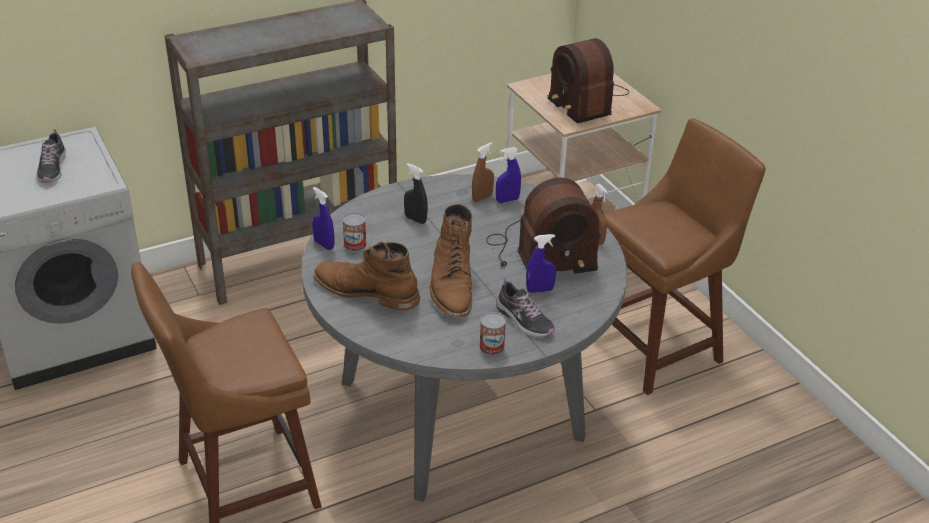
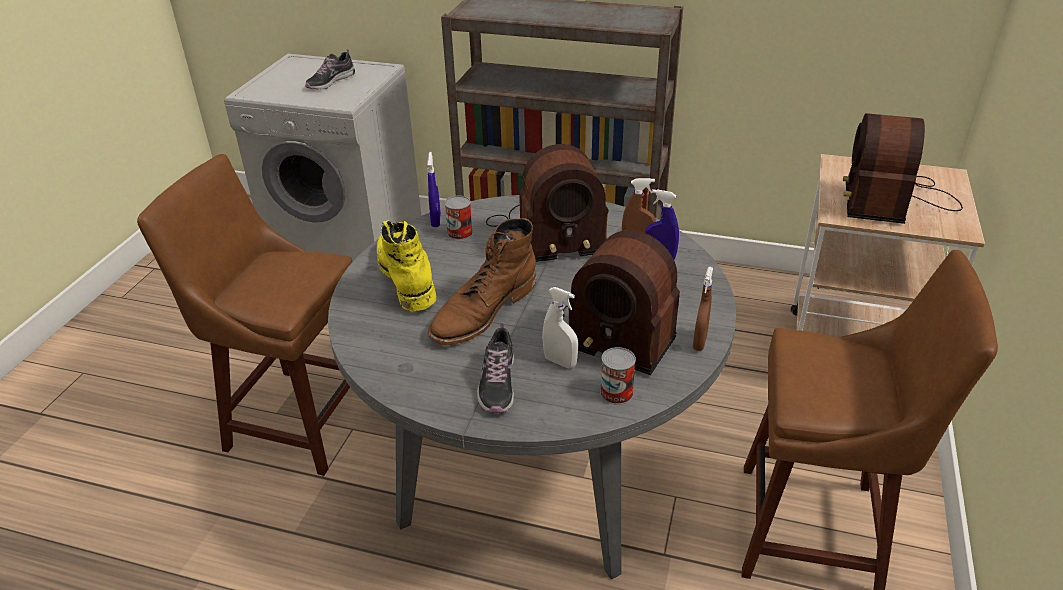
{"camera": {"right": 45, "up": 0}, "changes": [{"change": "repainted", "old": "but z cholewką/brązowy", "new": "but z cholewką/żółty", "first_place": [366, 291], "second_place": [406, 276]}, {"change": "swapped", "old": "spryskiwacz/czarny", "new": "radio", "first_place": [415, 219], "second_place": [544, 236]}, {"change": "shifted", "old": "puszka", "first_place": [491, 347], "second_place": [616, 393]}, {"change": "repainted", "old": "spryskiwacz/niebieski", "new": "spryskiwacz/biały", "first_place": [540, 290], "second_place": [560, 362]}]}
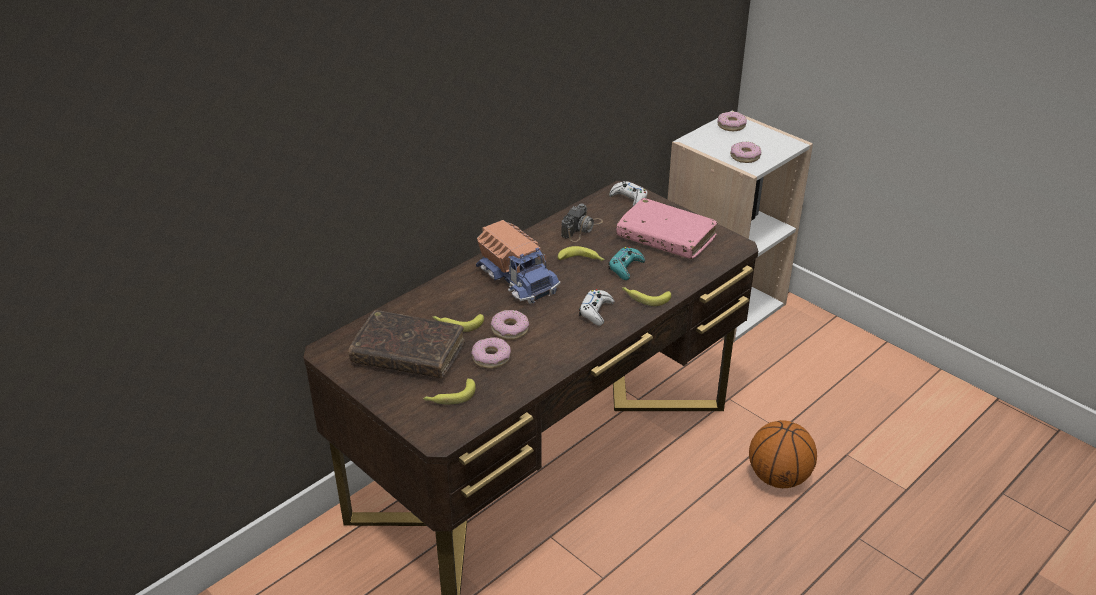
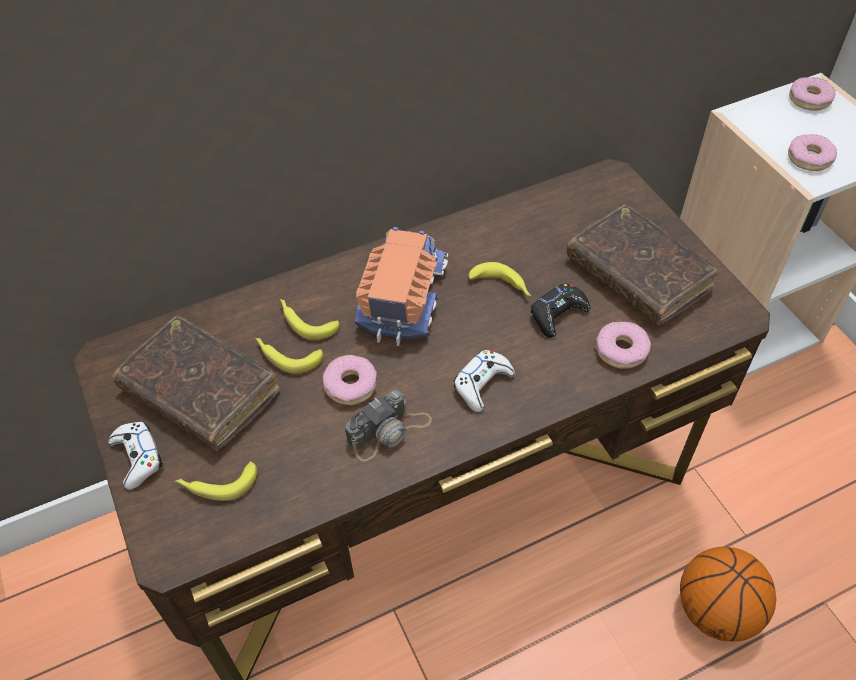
{"camera": {"right": 20, "up": 15}, "changes": [{"change": "shifted", "old": "donut", "first_place": [491, 358], "second_place": [621, 350]}, {"change": "rotated", "old": "ciężarówka zabawkowa", "first_place": [518, 278], "second_place": [402, 296], "degrees": -150}, {"change": "shifted", "old": "aparat fotograficzny", "first_place": [582, 228], "second_place": [389, 431]}, {"change": "repainted", "old": "pad do gier/turkusowy", "new": "pad do gier/czarny", "first_place": [625, 267], "second_place": [558, 314]}, {"change": "shifted", "old": "pad do gier/biały", "first_place": [629, 198], "second_place": [138, 458]}, {"change": "repainted", "old": "książka/różowy", "new": "książka/brązowy", "first_place": [666, 238], "second_place": [638, 274]}, {"change": "shifted", "old": "banan", "first_place": [645, 298], "second_place": [305, 321]}]}
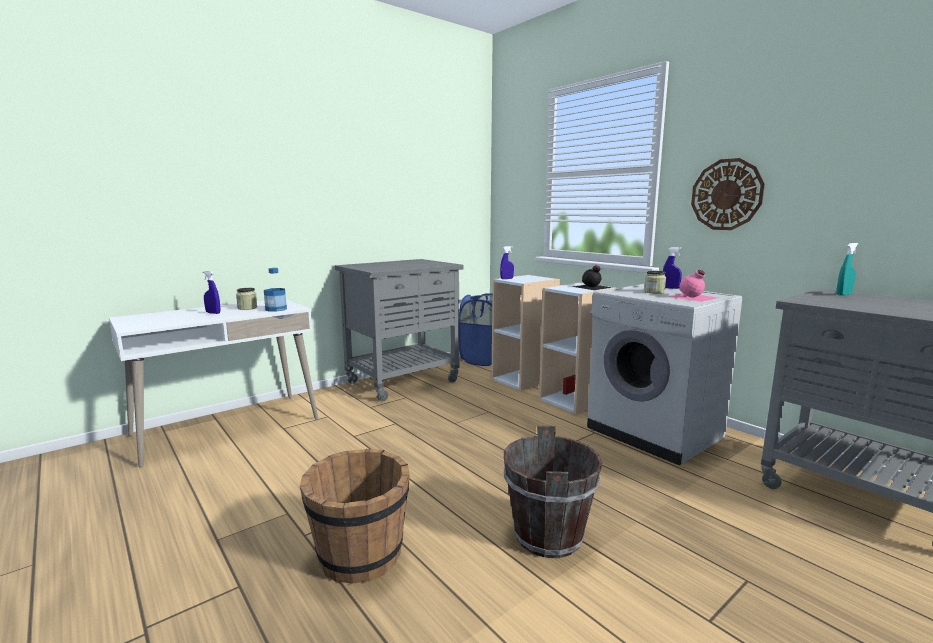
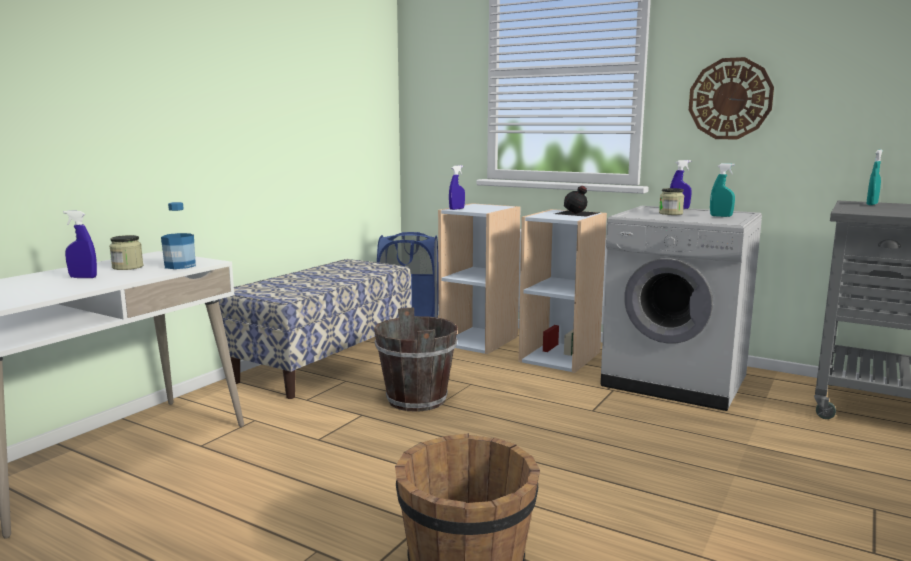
{"camera": {"right": -20, "up": 0}, "changes": [{"change": "swapped", "old": "wózek/szary", "new": "ławka", "first_place": [403, 382], "second_place": [324, 362]}, {"change": "shifted", "old": "wiadro/brązowy", "first_place": [549, 536], "second_place": [417, 400]}, {"change": "swapped", "old": "butelka/różowy", "new": "spryskiwacz/turkusowy", "first_place": [693, 297], "second_place": [721, 216]}]}
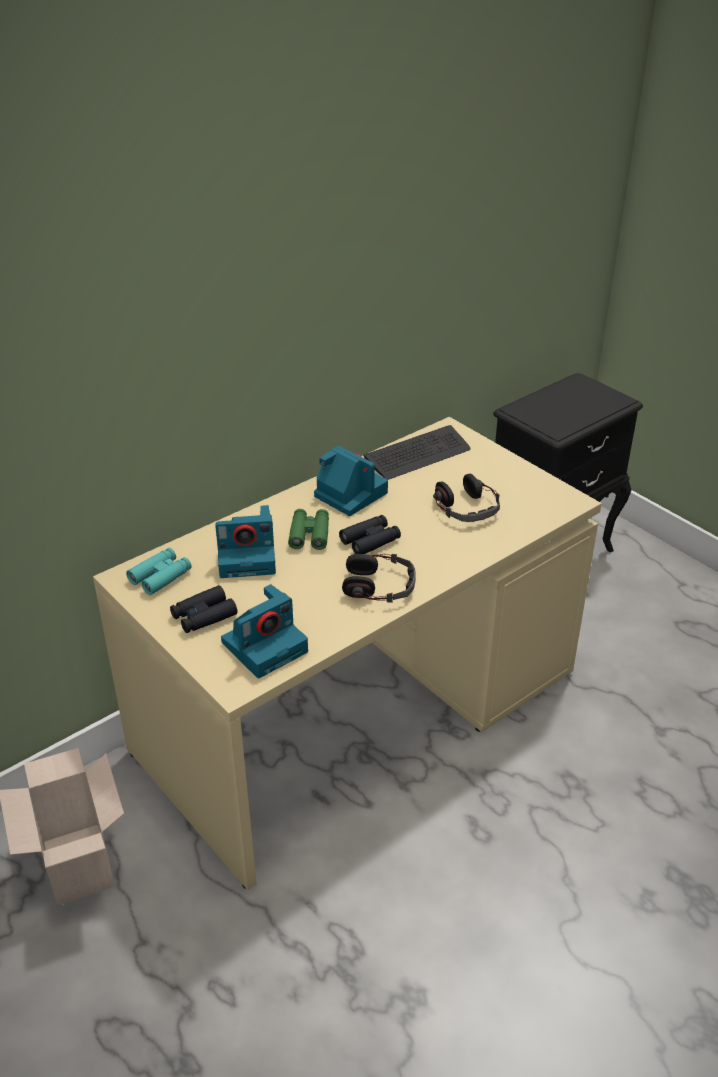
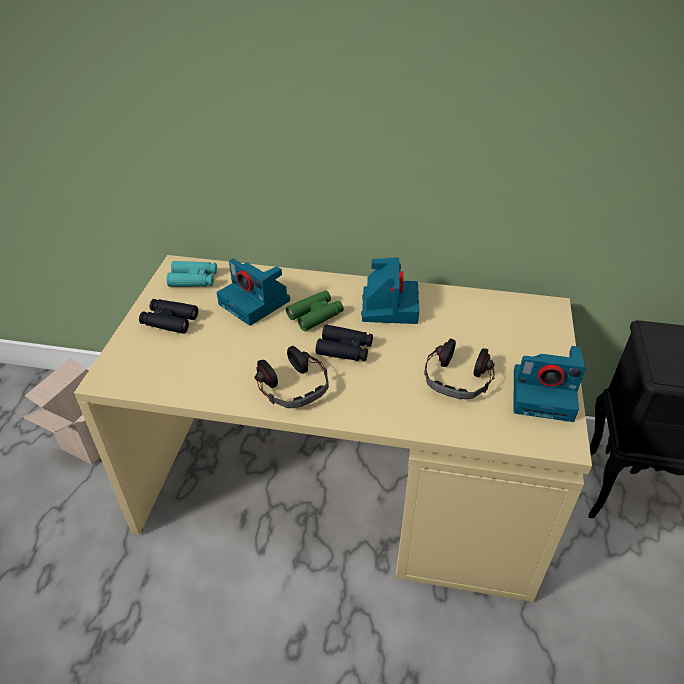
{"camera": {"right": 50, "up": 5}, "changes": [{"change": "shifted", "old": "aparat fotograficzny", "first_place": [265, 645], "second_place": [544, 394]}, {"change": "gone", "old": "klawiatura", "first_place": [417, 455]}]}
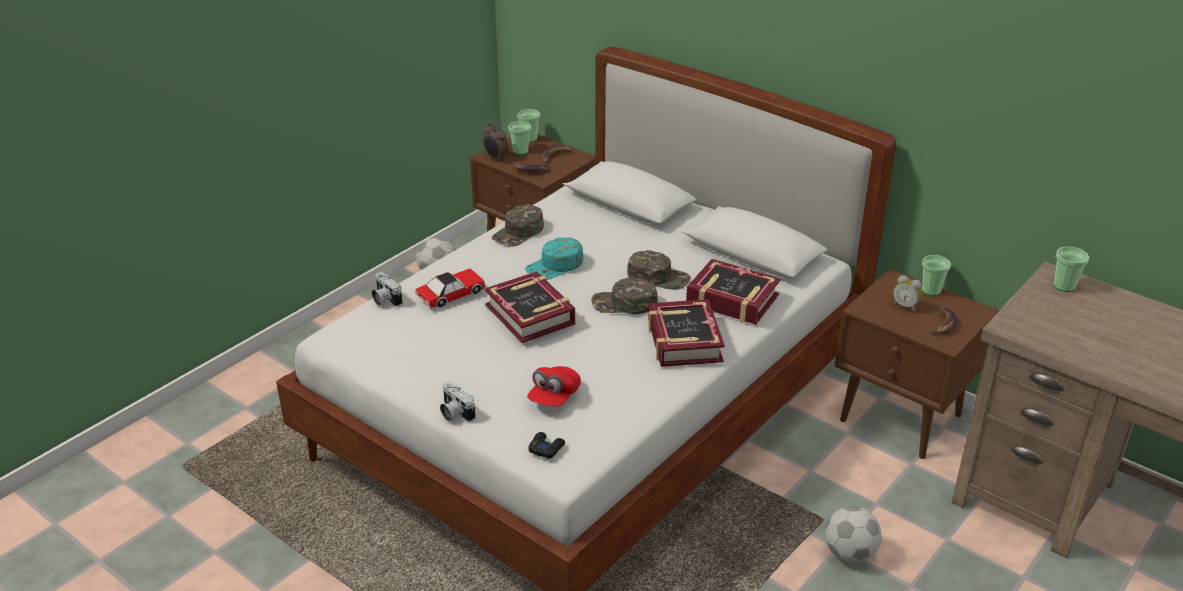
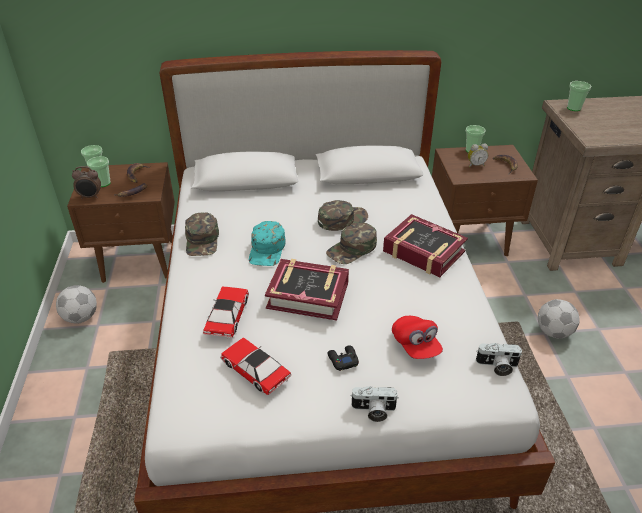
{"camera": {"right": -45, "up": 5}, "changes": [{"change": "shifted", "old": "aparat fotograficzny", "first_place": [385, 299], "second_place": [497, 366]}, {"change": "shifted", "old": "pad do gier/czarny", "first_place": [546, 448], "second_place": [342, 360]}, {"change": "gone", "old": "książka", "first_place": [732, 300]}, {"change": "new", "new": "samochodzik", "second_place": [255, 370]}]}
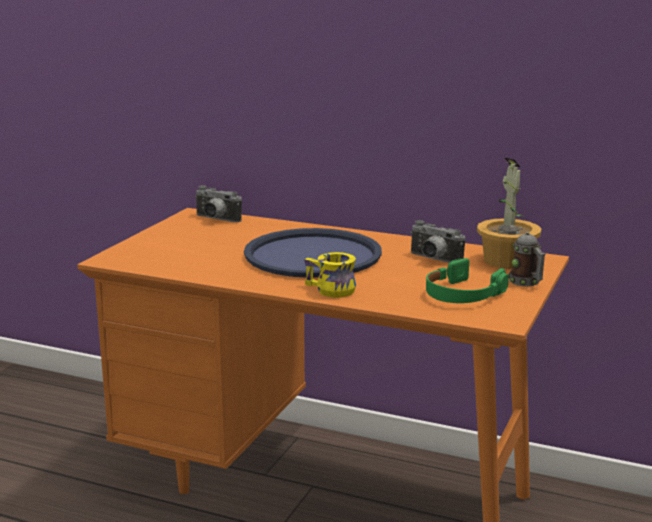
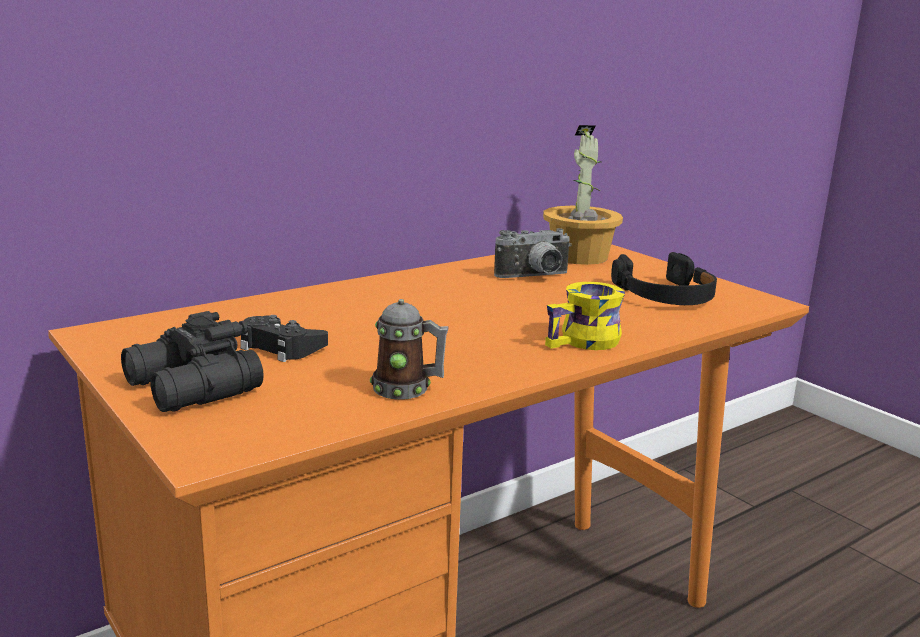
{"camera": {"right": -60, "up": 0}, "changes": [{"change": "gone", "old": "aparat fotograficzny", "first_place": [215, 219]}, {"change": "gone", "old": "taca/niebieski", "first_place": [313, 255]}, {"change": "repainted", "old": "słuchawki/zielony", "new": "słuchawki/czarny", "first_place": [462, 294], "second_place": [665, 295]}, {"change": "shifted", "old": "kubek", "first_place": [527, 283], "second_place": [408, 389]}, {"change": "new", "new": "lornetka/czarny", "second_place": [191, 389]}, {"change": "new", "new": "pad do gier/czarny", "second_place": [280, 347]}]}
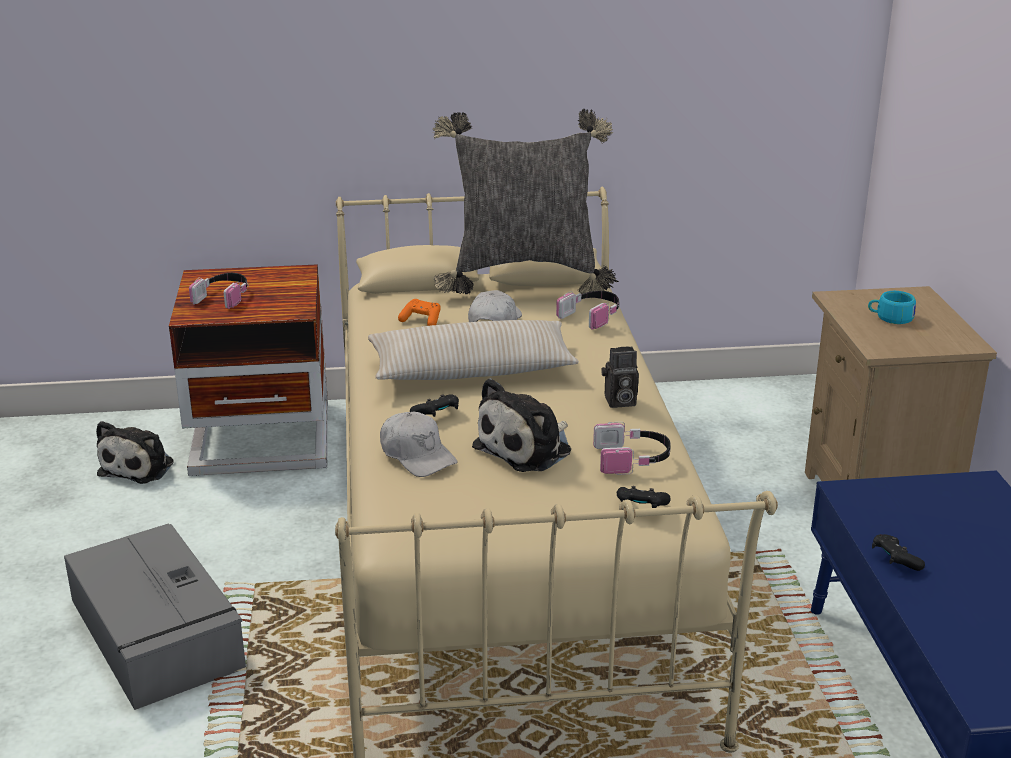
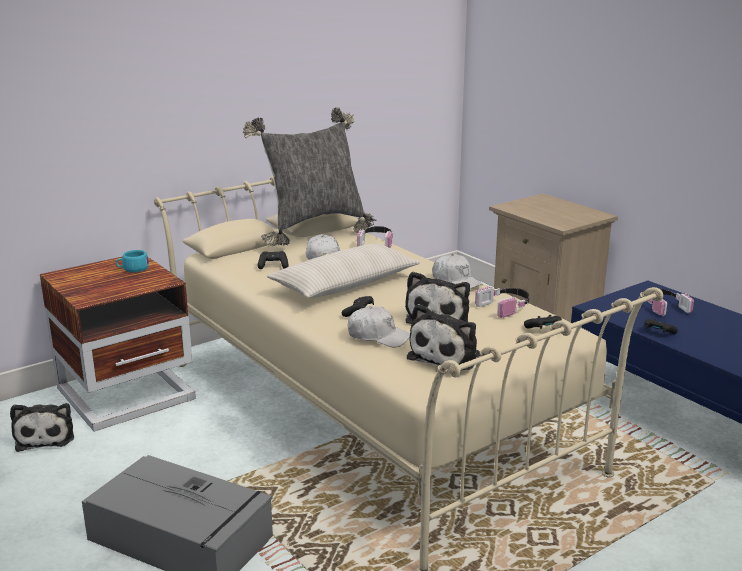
{"camera": {"right": -30, "up": -5}, "changes": [{"change": "shifted", "old": "słuchawki", "first_place": [223, 297], "second_place": [665, 307]}, {"change": "repainted", "old": "pad do gier/pomarańczowy", "new": "pad do gier/czarny", "first_place": [421, 321], "second_place": [273, 266]}, {"change": "swapped", "old": "aparat fotograficzny", "new": "czapka z daszkiem/biały", "first_place": [619, 402], "second_place": [456, 281]}, {"change": "shifted", "old": "filiżanka/turkusowy", "first_place": [890, 318], "second_place": [132, 269]}, {"change": "new", "new": "pluszak", "second_place": [447, 356]}]}
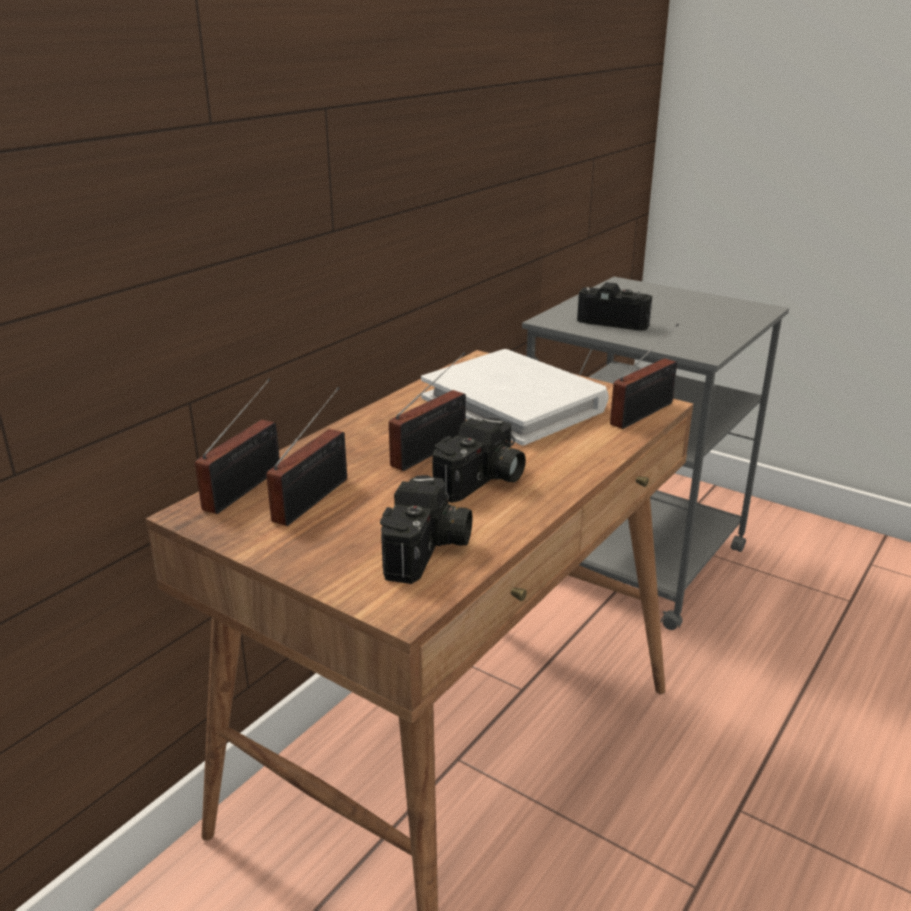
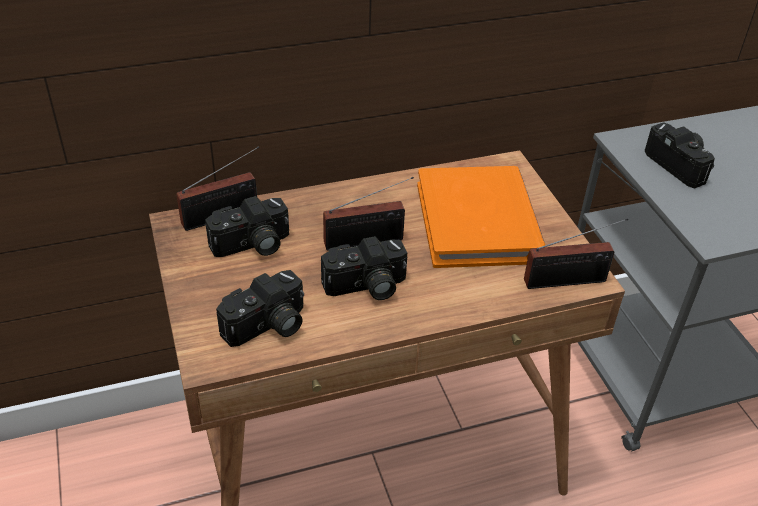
{"camera": {"right": 35, "up": 15}, "changes": [{"change": "swapped", "old": "radio", "new": "aparat fotograficzny", "first_place": [315, 497], "second_place": [252, 246]}, {"change": "repainted", "old": "książka/biały", "new": "książka/pomarańczowy", "first_place": [514, 403], "second_place": [478, 222]}]}
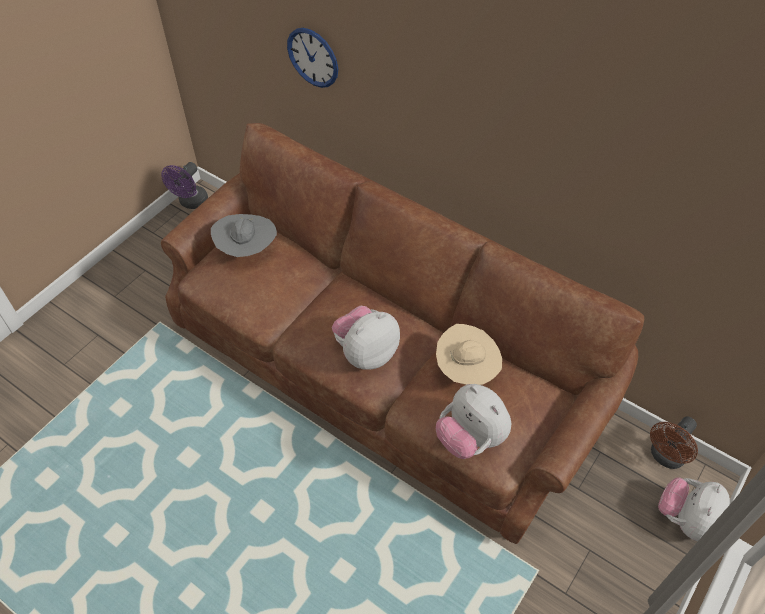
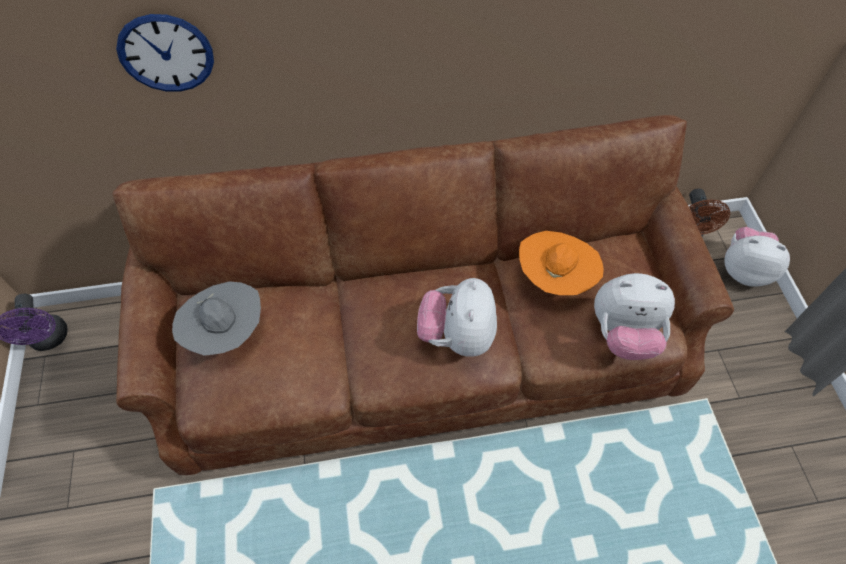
{"camera": {"right": -45, "up": 5}, "changes": [{"change": "repainted", "old": "kapelusz/beżowy", "new": "kapelusz/pomarańczowy", "first_place": [466, 370], "second_place": [555, 279]}, {"change": "rotated", "old": "pluszak", "first_place": [686, 519], "second_place": [744, 270], "degrees": 120}]}
